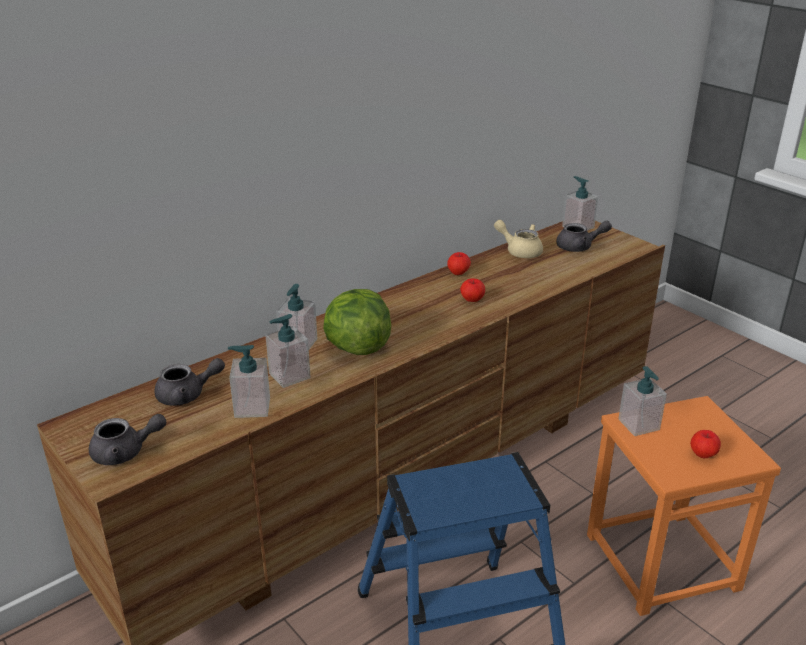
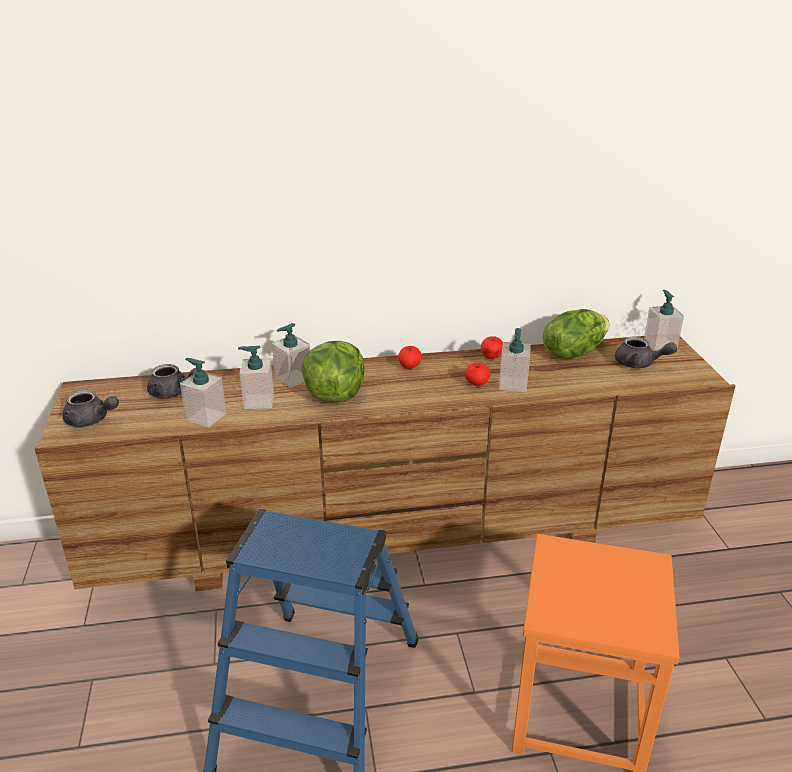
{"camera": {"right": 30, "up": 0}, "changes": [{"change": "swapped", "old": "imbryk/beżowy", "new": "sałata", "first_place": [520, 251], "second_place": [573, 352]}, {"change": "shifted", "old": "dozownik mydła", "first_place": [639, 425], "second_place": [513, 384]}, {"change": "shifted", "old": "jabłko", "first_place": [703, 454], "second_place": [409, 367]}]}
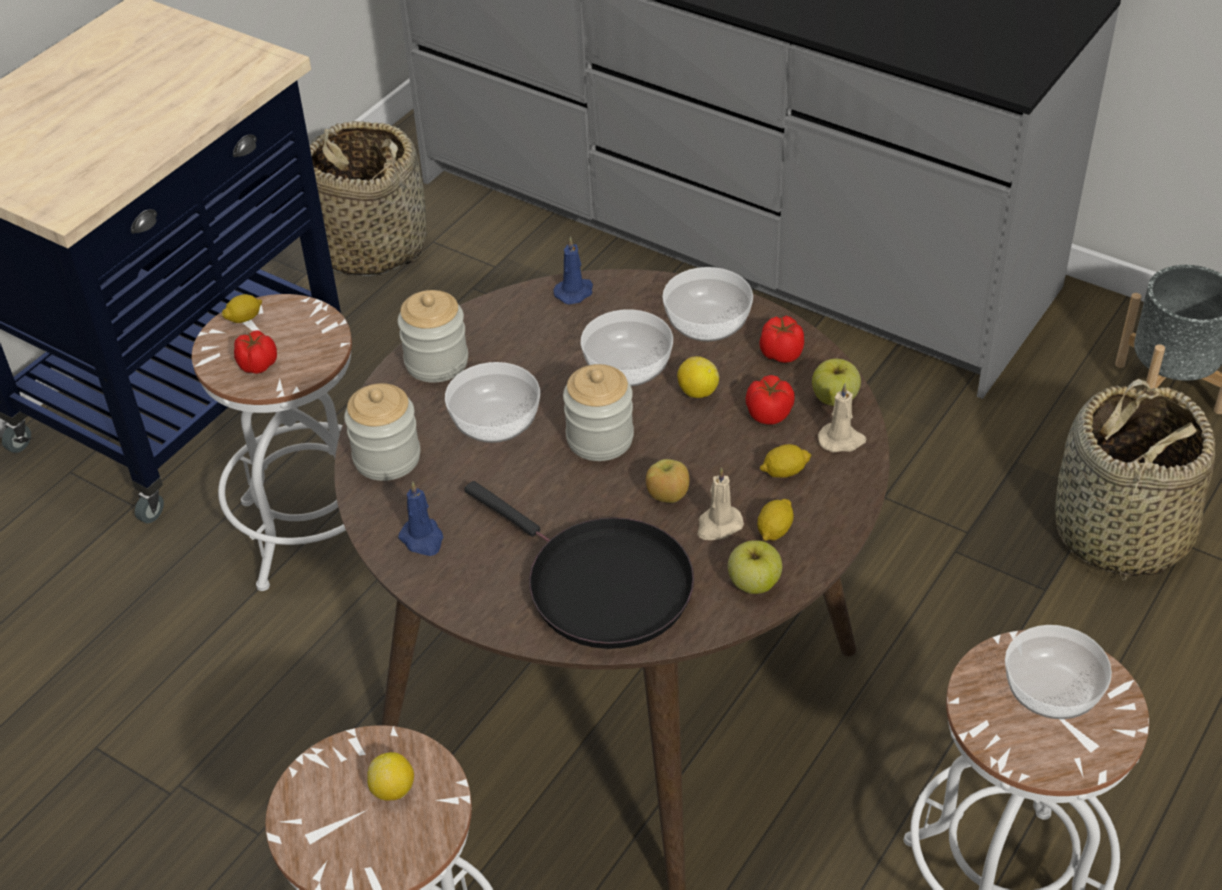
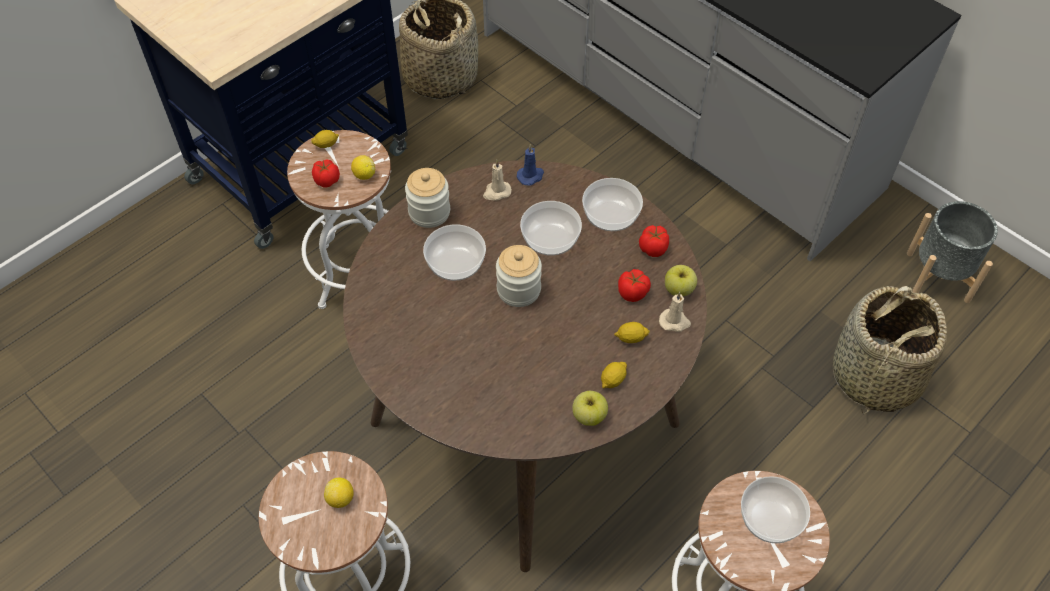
{"camera": {"right": 10, "up": 10}, "changes": [{"change": "gone", "old": "słoik", "first_place": [387, 458]}, {"change": "gone", "old": "świeca/niebieski", "first_place": [423, 539]}, {"change": "gone", "old": "patelnia/czarny", "first_place": [600, 585]}, {"change": "gone", "old": "jabłko", "first_place": [667, 497]}, {"change": "shifted", "old": "cytryna", "first_place": [697, 392], "second_place": [364, 175]}, {"change": "shifted", "old": "świeca/beżowy", "first_place": [718, 525], "second_place": [496, 192]}]}
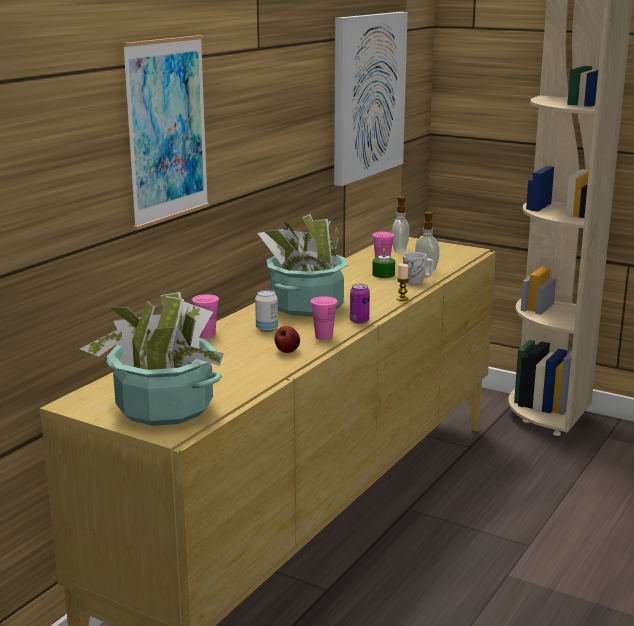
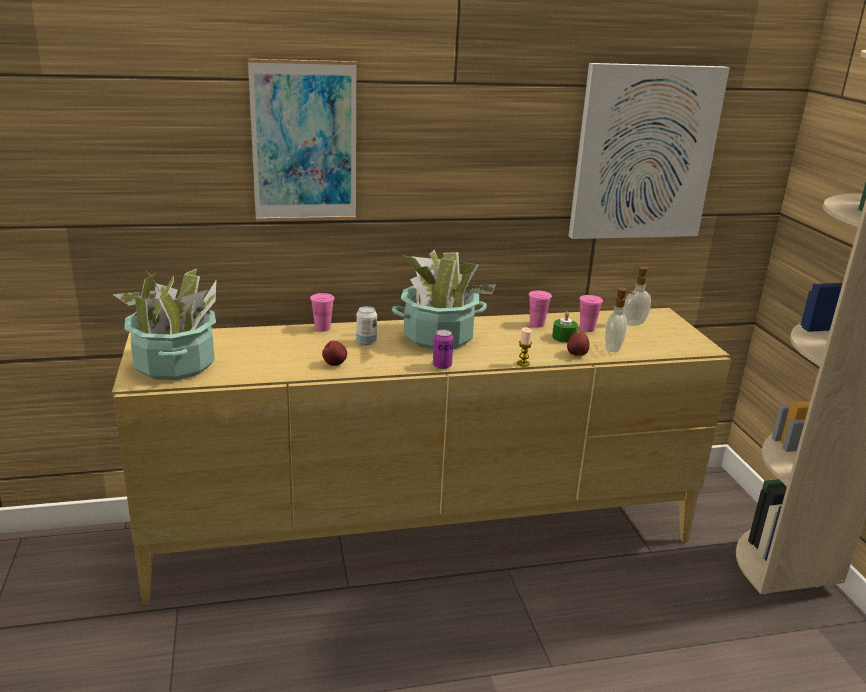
{"camera": {"right": 45, "up": 5}, "changes": [{"change": "shifted", "old": "filiżanka/różowy", "first_place": [323, 336], "second_place": [537, 324]}, {"change": "swapped", "old": "kubek/biały", "new": "jabłko", "first_place": [417, 281], "second_place": [577, 355]}]}
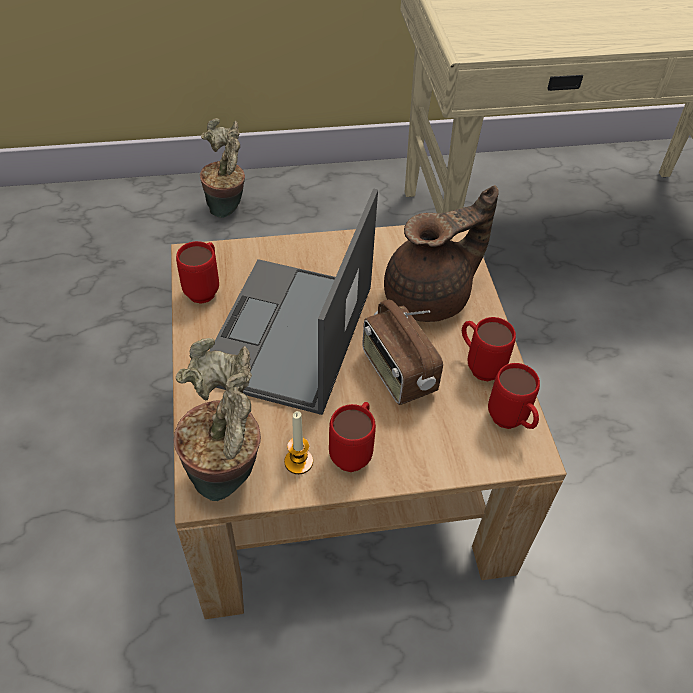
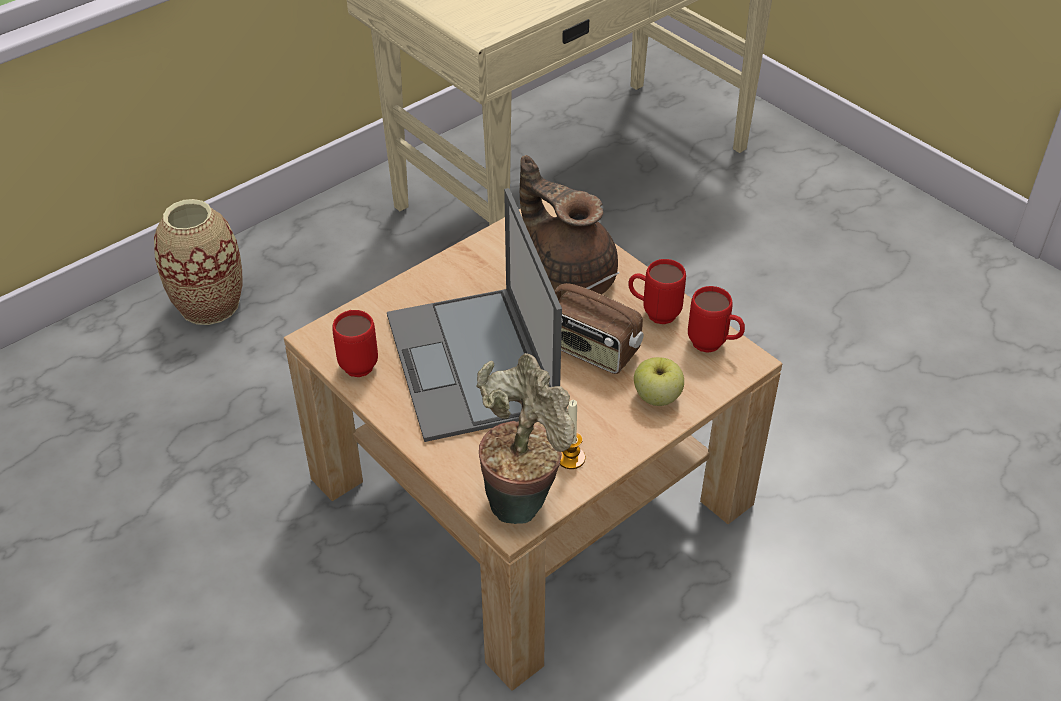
{"camera": {"right": -30, "up": -5}, "changes": [{"change": "swapped", "old": "roślina doniczkowa", "new": "wazon", "first_place": [228, 208], "second_place": [210, 304]}, {"change": "gone", "old": "kubek/czerwony", "first_place": [354, 451]}, {"change": "rotated", "old": "imbryk/brązowy", "first_place": [430, 297], "second_place": [569, 276], "degrees": -75}, {"change": "new", "new": "jabłko", "second_place": [657, 397]}]}
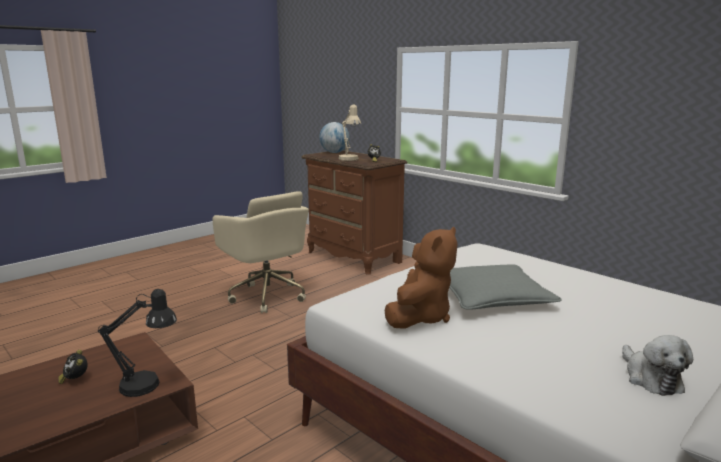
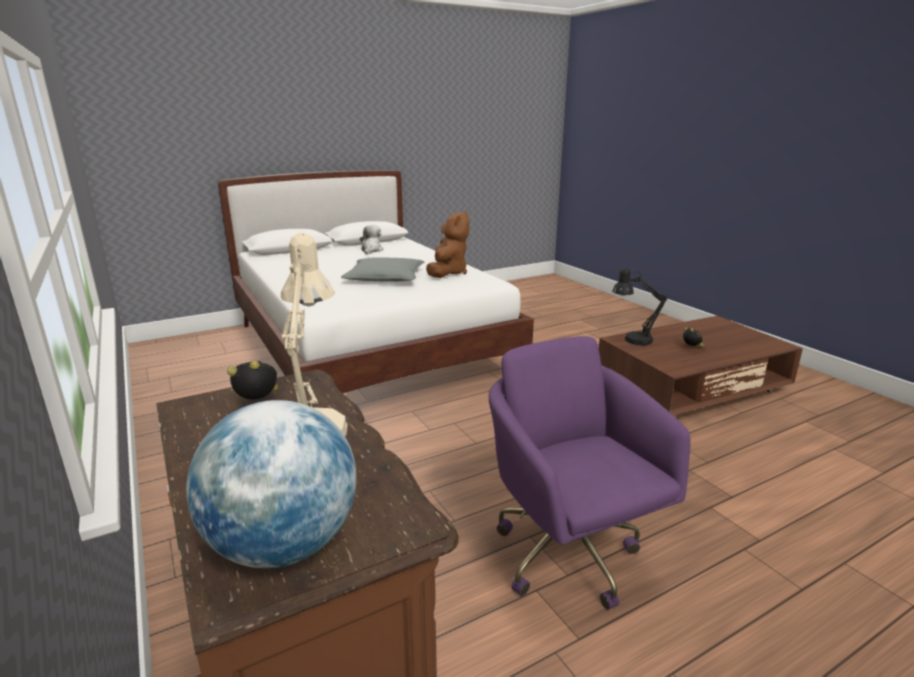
{"camera": {"right": -165, "up": 5}, "changes": [{"change": "repainted", "old": "krzesło biurowe/beżowy", "new": "krzesło biurowe/fioletowy", "first_place": [266, 296], "second_place": [570, 560]}, {"change": "rotated", "old": "pluszak/brązowy", "first_place": [420, 316], "second_place": [447, 273], "degrees": 150}]}
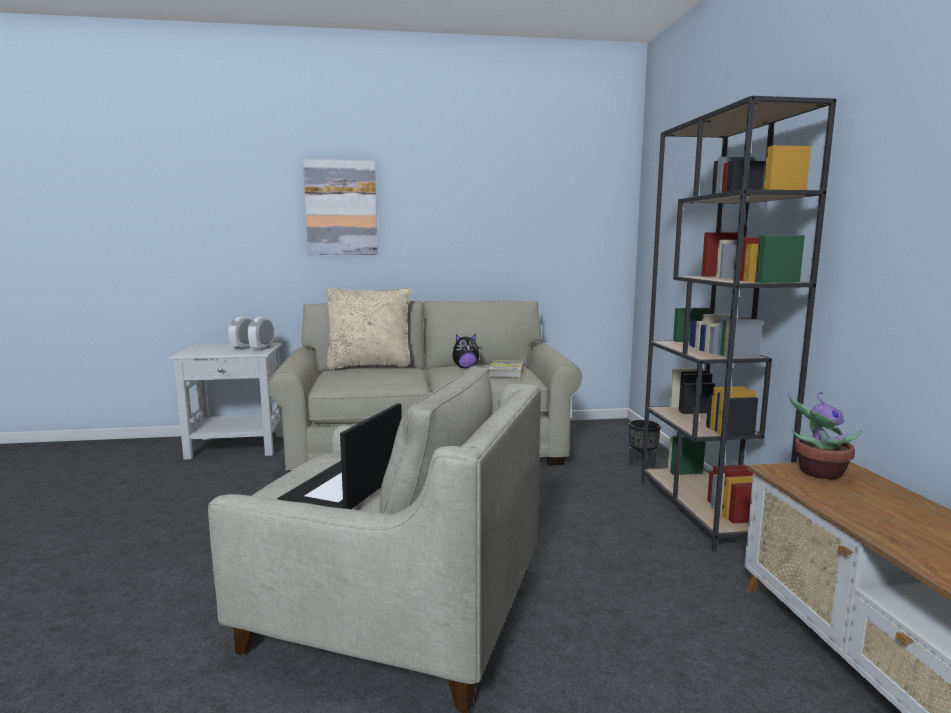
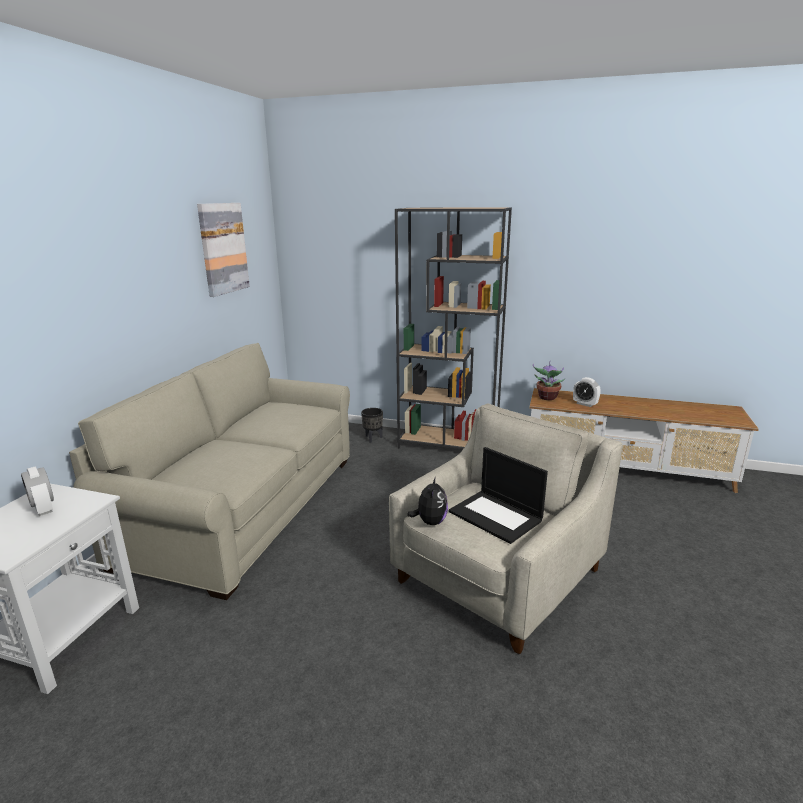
{"camera": {"right": -65, "up": 10}, "changes": [{"change": "shifted", "old": "budzik", "first_place": [262, 349], "second_place": [585, 404]}, {"change": "shifted", "old": "obraz", "first_place": [341, 208], "second_place": [223, 248]}, {"change": "gone", "old": "poduszka/beżowy", "first_place": [370, 366]}, {"change": "shifted", "old": "pluszak", "first_place": [465, 368], "second_place": [430, 522]}, {"change": "gone", "old": "książka", "first_place": [506, 371]}]}
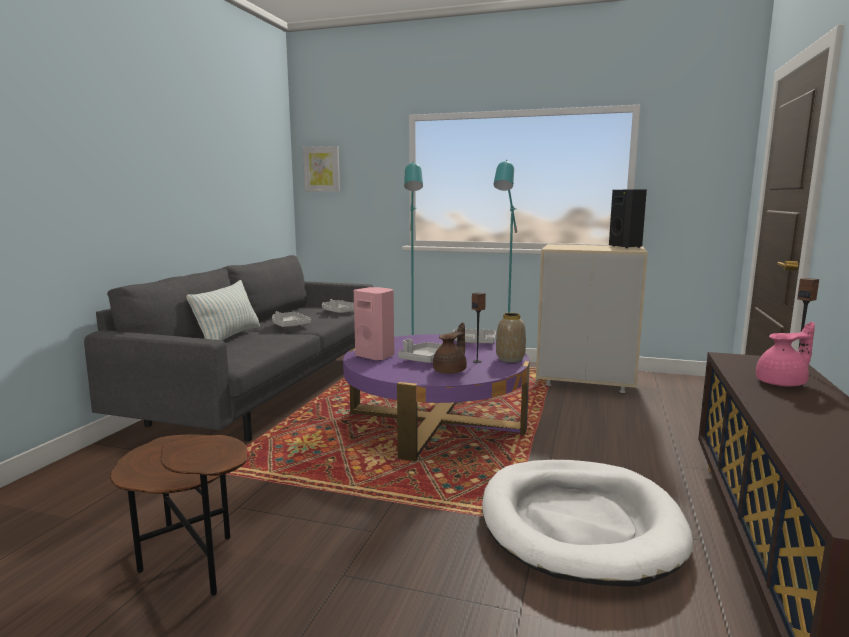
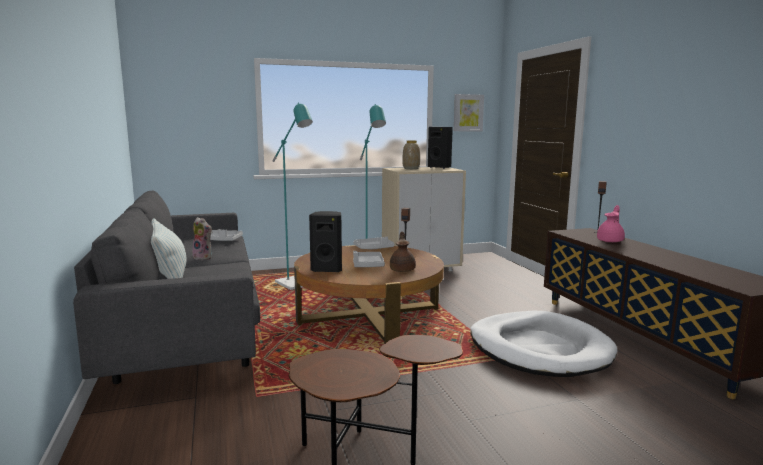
{"camera": {"right": -35, "up": 0}, "changes": [{"change": "swapped", "old": "taca/szary", "new": "pluszak", "first_place": [289, 325], "second_place": [204, 257]}, {"change": "shifted", "old": "obraz", "first_place": [322, 169], "second_place": [468, 113]}, {"change": "repainted", "old": "ława/fioletowy", "new": "ława/brązowy", "first_place": [435, 421], "second_place": [369, 315]}, {"change": "repainted", "old": "głośnik/różowy", "new": "głośnik/czarny", "first_place": [376, 356], "second_place": [327, 269]}, {"change": "shifted", "old": "wazon", "first_place": [510, 359], "second_place": [411, 168]}]}
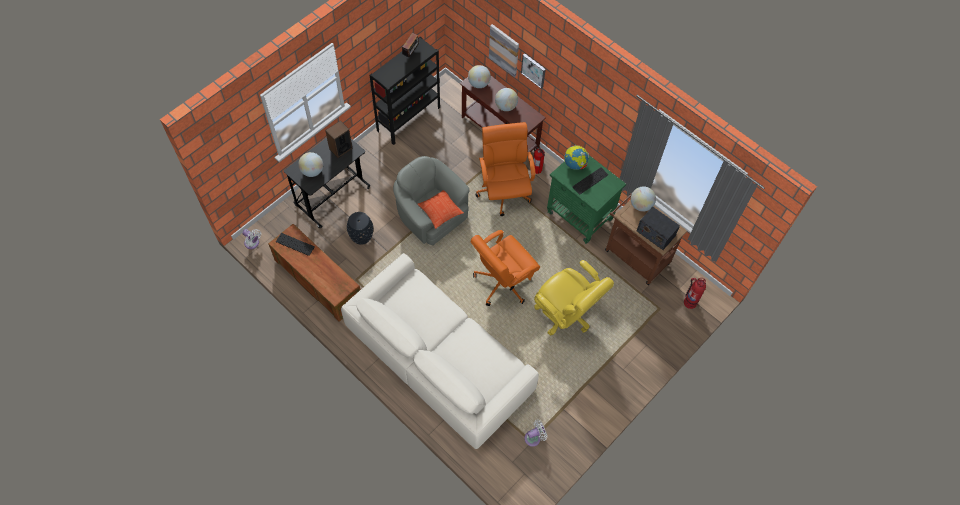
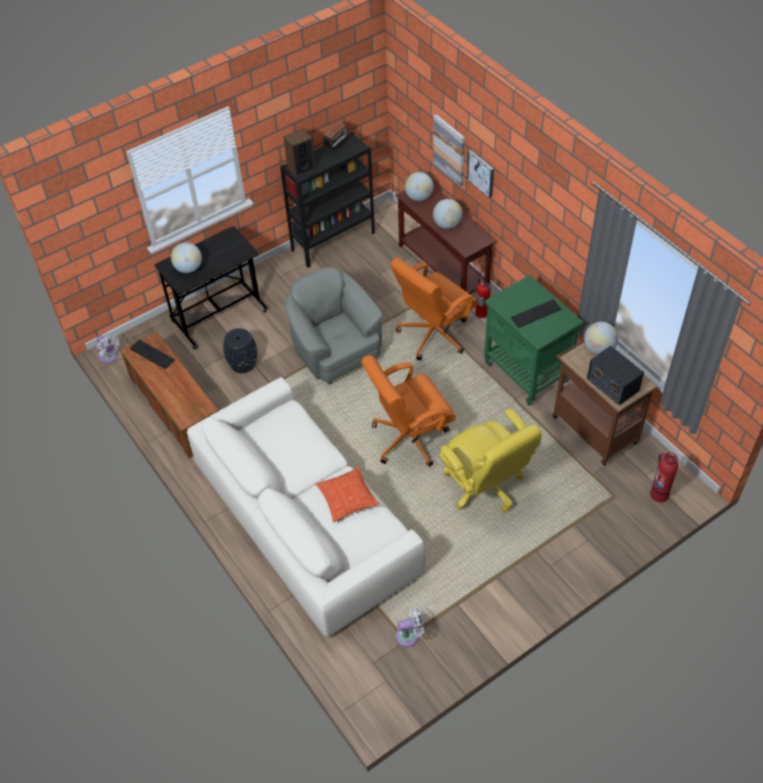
{"camera": {"right": 15, "up": -10}, "changes": [{"change": "shifted", "old": "głośnik", "first_place": [340, 148], "second_place": [301, 168]}, {"change": "shifted", "old": "poduszka/pomarańczowy", "first_place": [440, 211], "second_place": [347, 498]}, {"change": "rotated", "old": "krzesło biurowe/pomarańczowy", "first_place": [504, 192], "second_place": [434, 334], "degrees": -135}, {"change": "gone", "old": "globus", "first_place": [575, 164]}]}
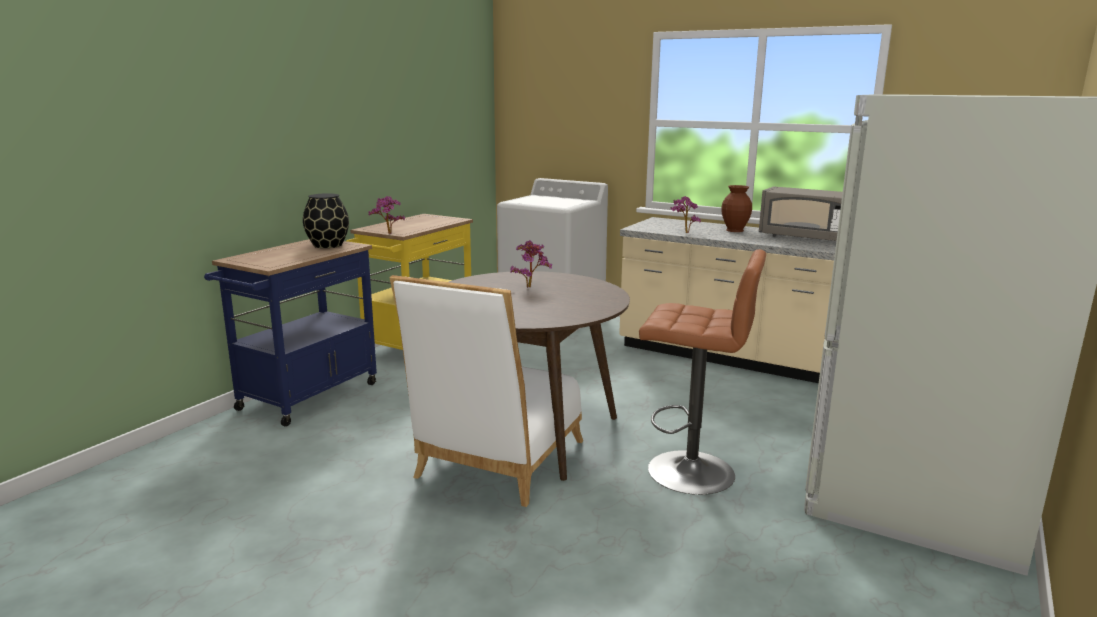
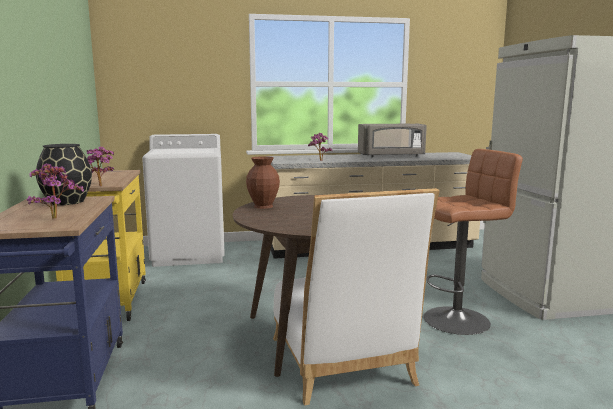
{"camera": {"right": -40, "up": -5}, "changes": [{"change": "shifted", "old": "roślina doniczkowa", "first_place": [531, 287], "second_place": [56, 218]}, {"change": "shifted", "old": "wazon/brązowy", "first_place": [734, 230], "second_place": [262, 206]}]}
